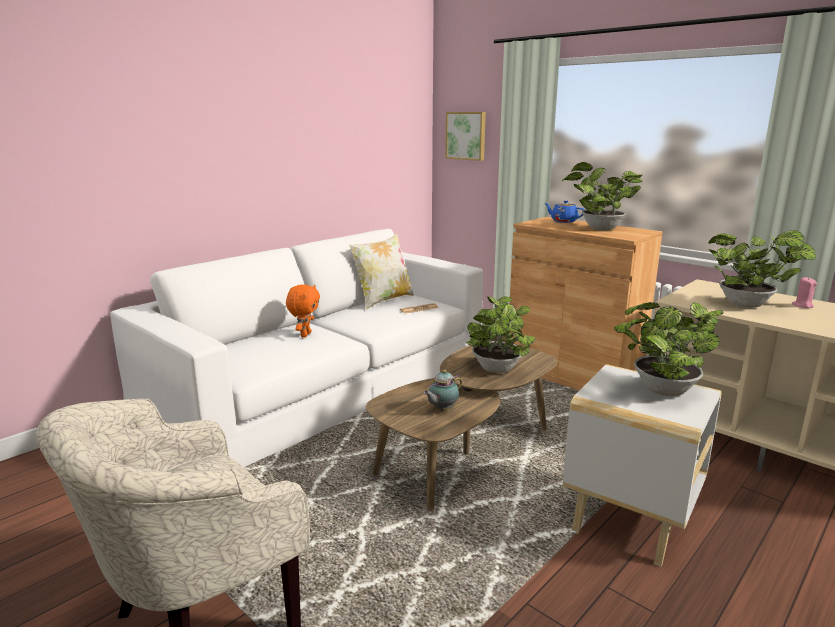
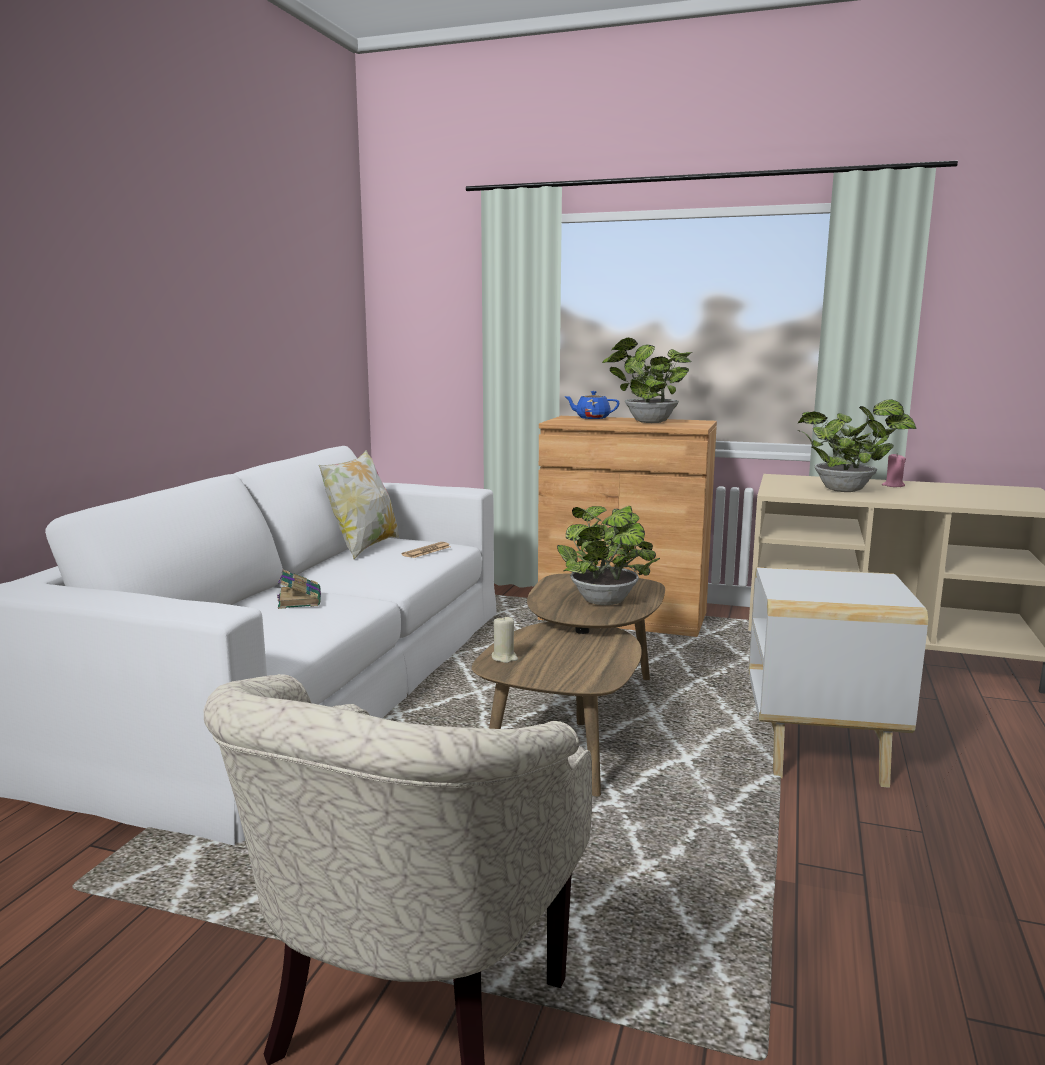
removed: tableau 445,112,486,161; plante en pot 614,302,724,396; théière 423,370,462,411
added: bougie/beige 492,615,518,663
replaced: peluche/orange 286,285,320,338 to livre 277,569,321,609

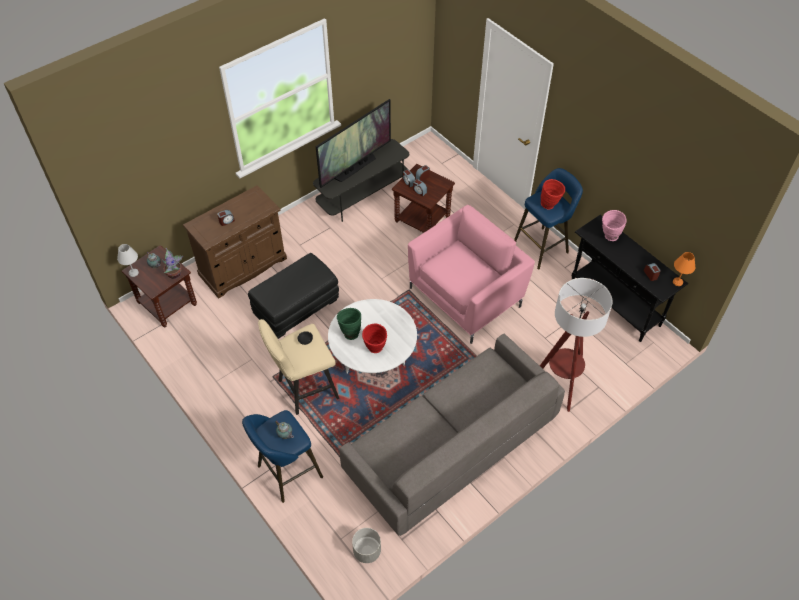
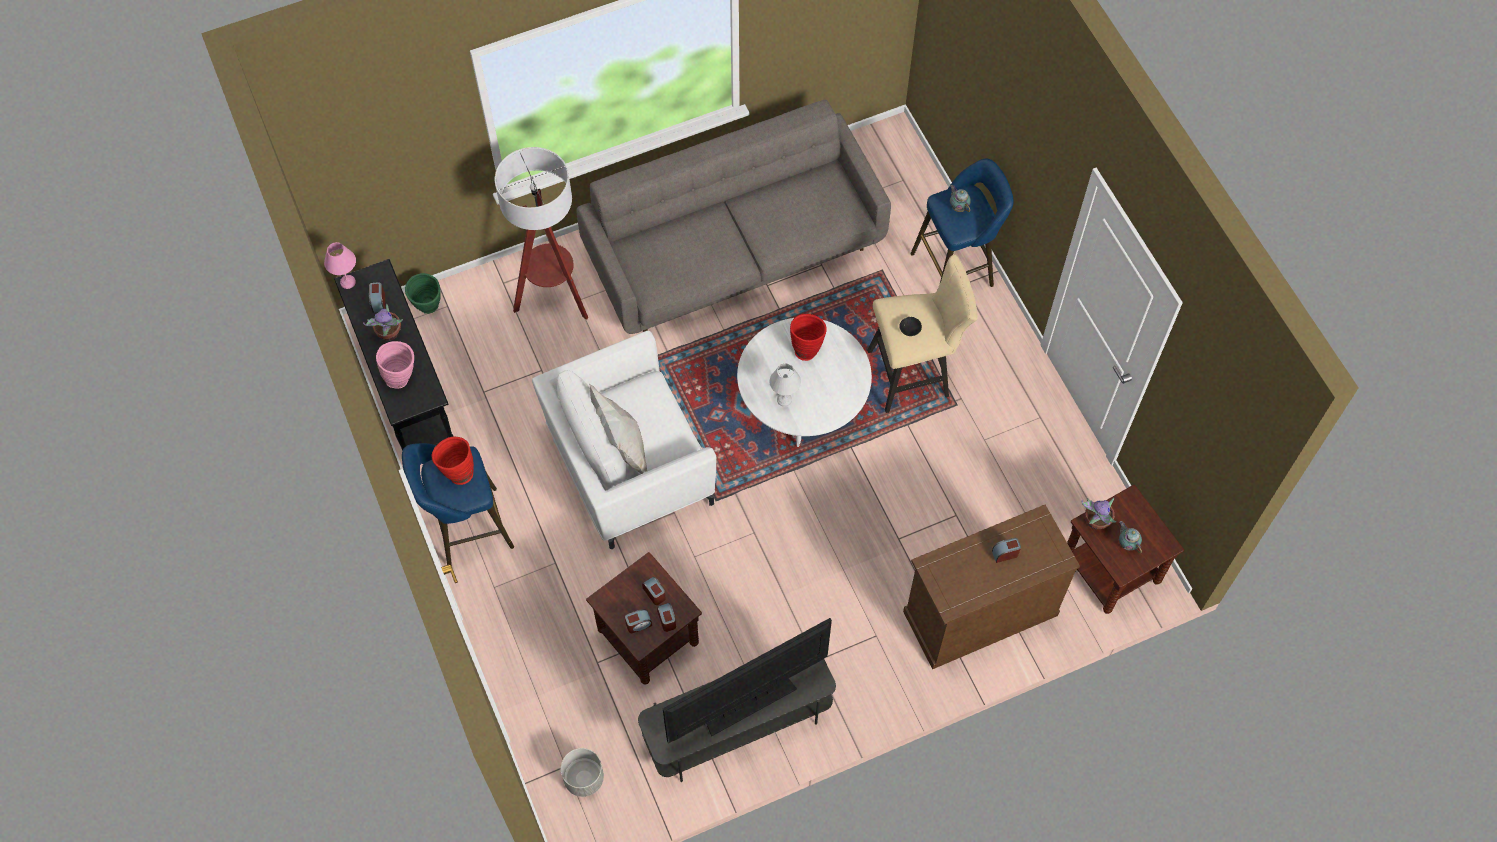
removed: pouf/noir 248,253,339,339
added: plante en pot 363,304,403,341; coussin/blanc 590,385,647,474
moved: lampe de table/blanc 117,244,139,277 to 770,364,801,407; vase/vert 337,308,361,340 to 405,273,441,314; cache-pot/gris 352,528,381,563 to 560,748,604,797
recoloured: fauteuil/rose 408,205,535,344 to fauteuil/blanc 532,331,716,549; lampe de table/orange 673,252,695,286 to lampe de table/rose 324,242,356,289

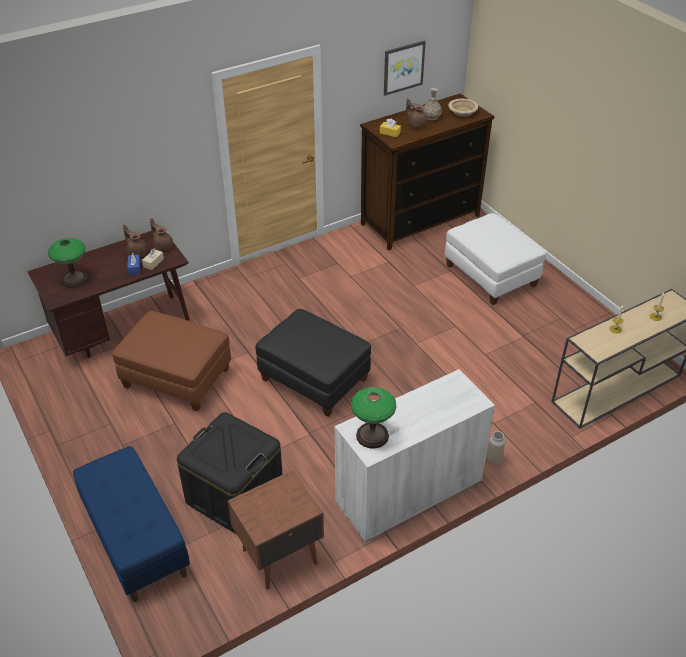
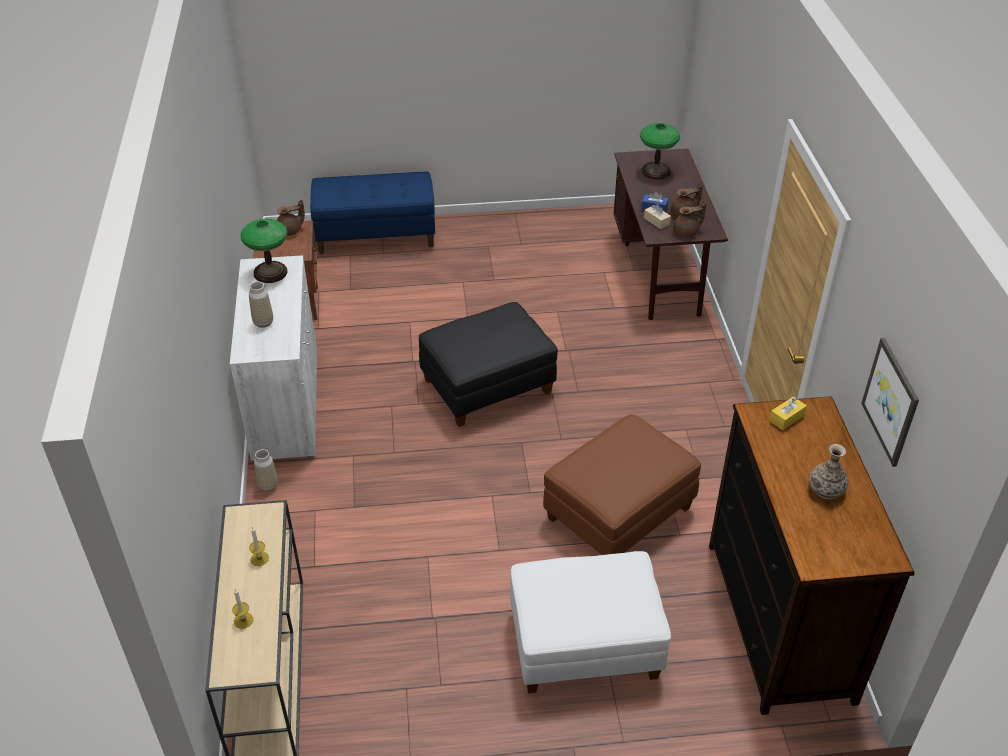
removed: bol/beige 448,99,478,117; boîte de rangement/noir 177,412,283,534
added: vase 249,281,273,328
moved: théière/marron 406,98,427,128 to 277,200,305,236; pouf/marron 112,311,231,411 to 543,414,701,555

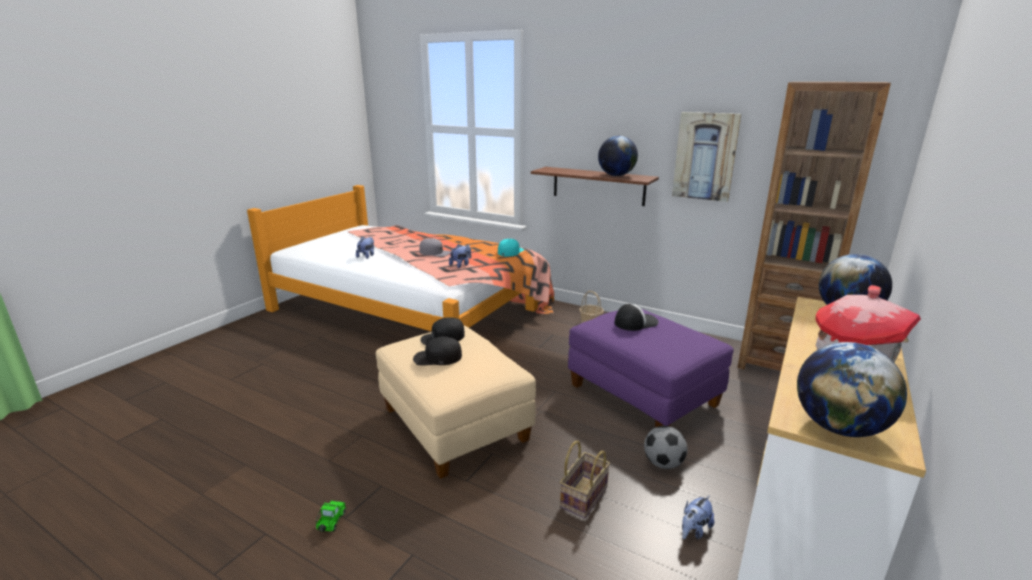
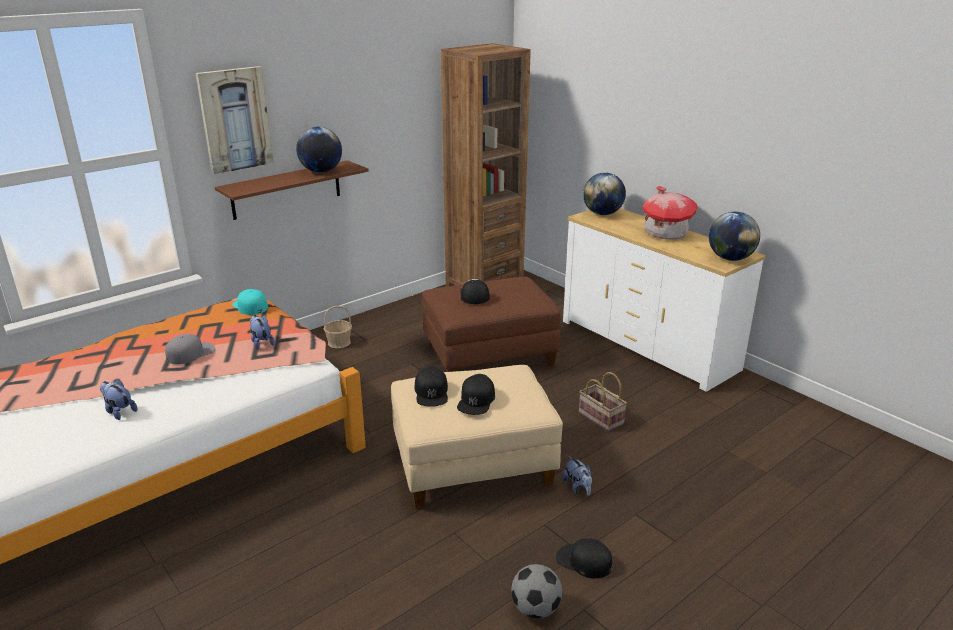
moved: tableau 672,112,741,202 to 196,66,273,174; ballon de foot 644,426,687,469 to 511,564,562,618; peluche 682,495,715,540 to 562,456,592,496
replaced: petite voiture 316,501,347,532 to casquette/noir 556,539,612,579
recoloured: pouf/violet 568,309,734,428 to pouf/marron 422,277,561,372

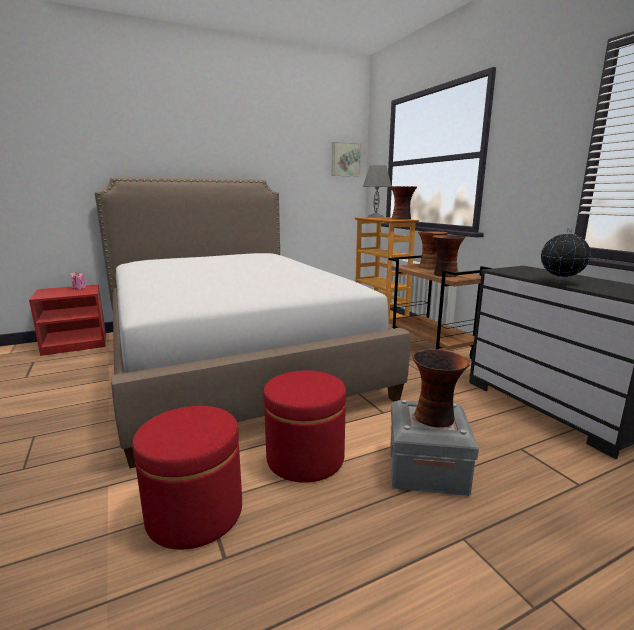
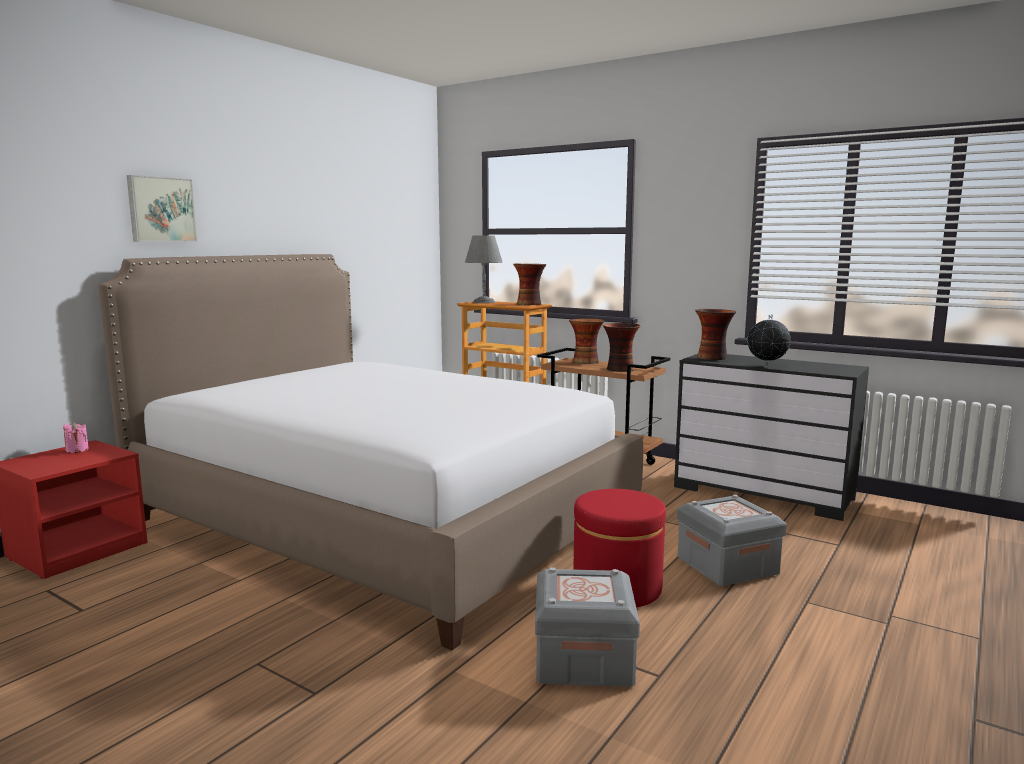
moved: tableau 332,142,361,176 to 127,175,197,242; vase 413,349,470,428 to 695,309,736,360
replaced: pouf/rouge 132,406,242,550 to boîte de rangement/gris 535,567,640,687

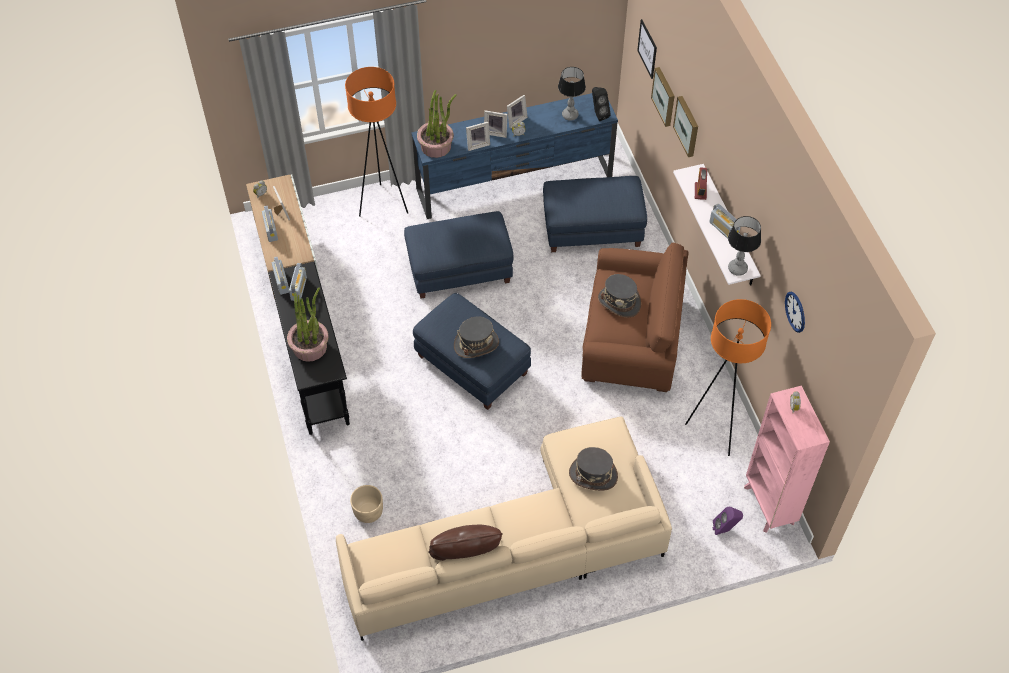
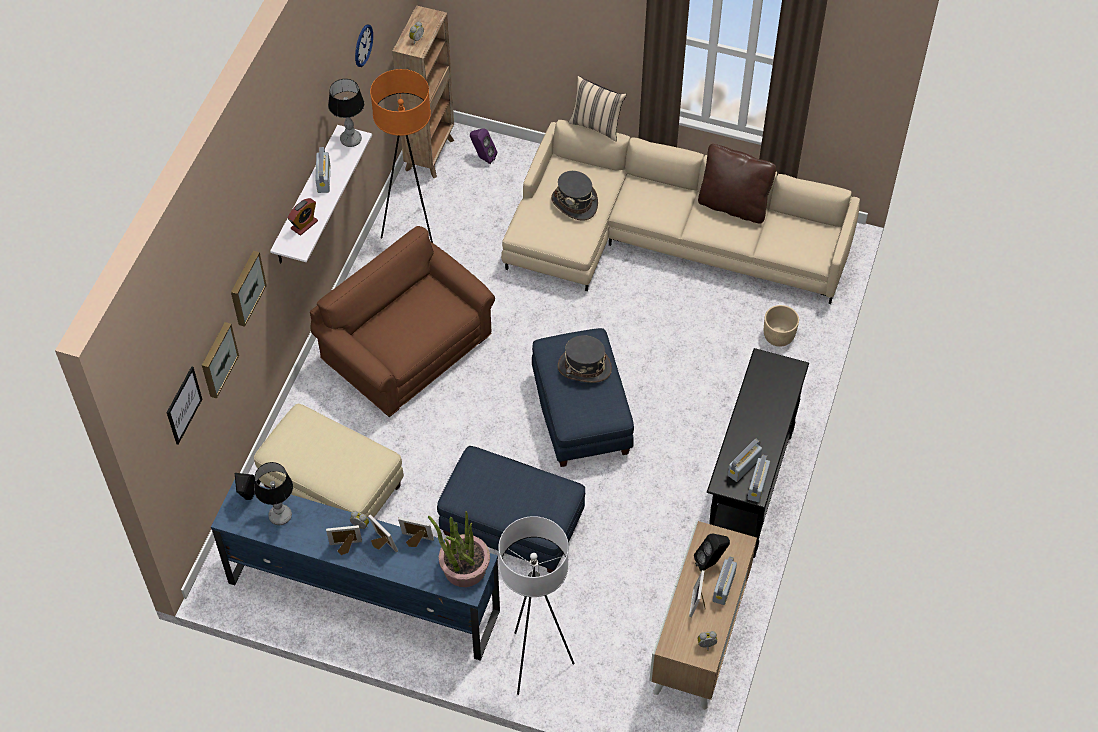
removed: chapeau/gris 598,274,641,318; plante en pot 287,287,329,362
added: coussin/beige 568,76,626,142; enceinte/noir 694,534,730,571
recoloured: lampadaire/orange 345,67,408,217 to lampadaire/blanc 498,516,575,695; pouf/bleu 543,176,647,252 to pouf/beige 254,404,404,518; bibliothèque/rose 744,386,830,533 to bibliothèque/marron 392,5,454,178

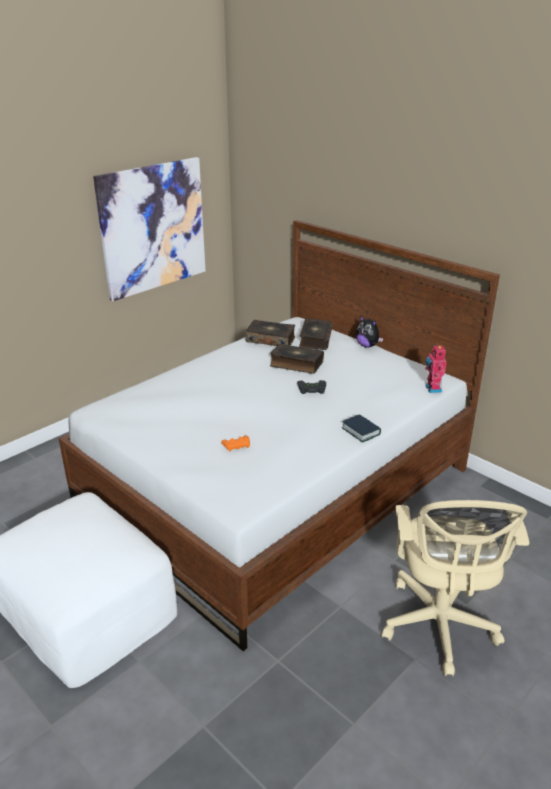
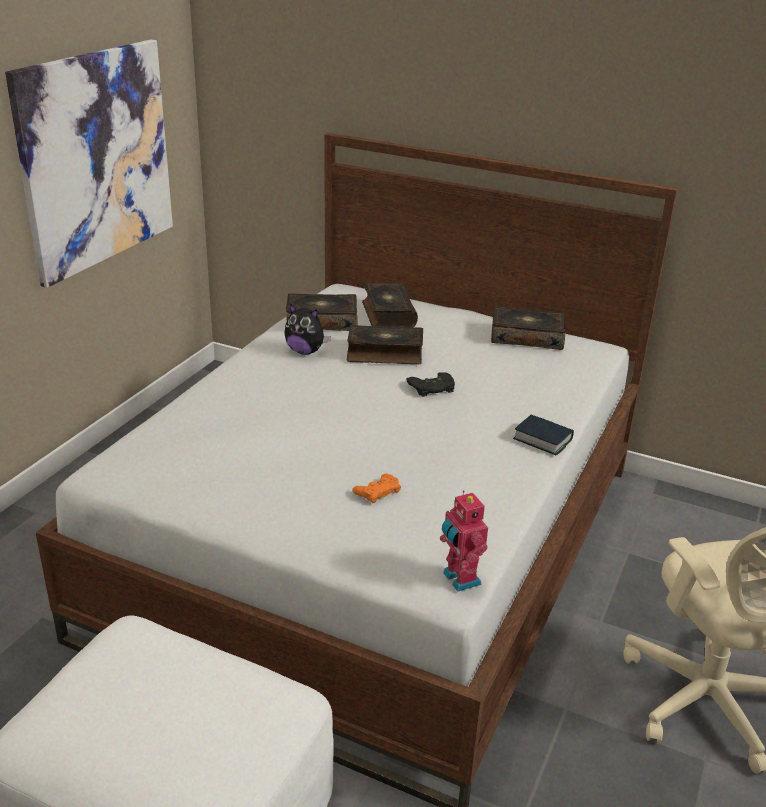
added: livre 491,306,565,350
moved: peluche 356,316,383,348 to 284,304,331,355; robot jouet 425,344,447,393 to 440,490,488,592

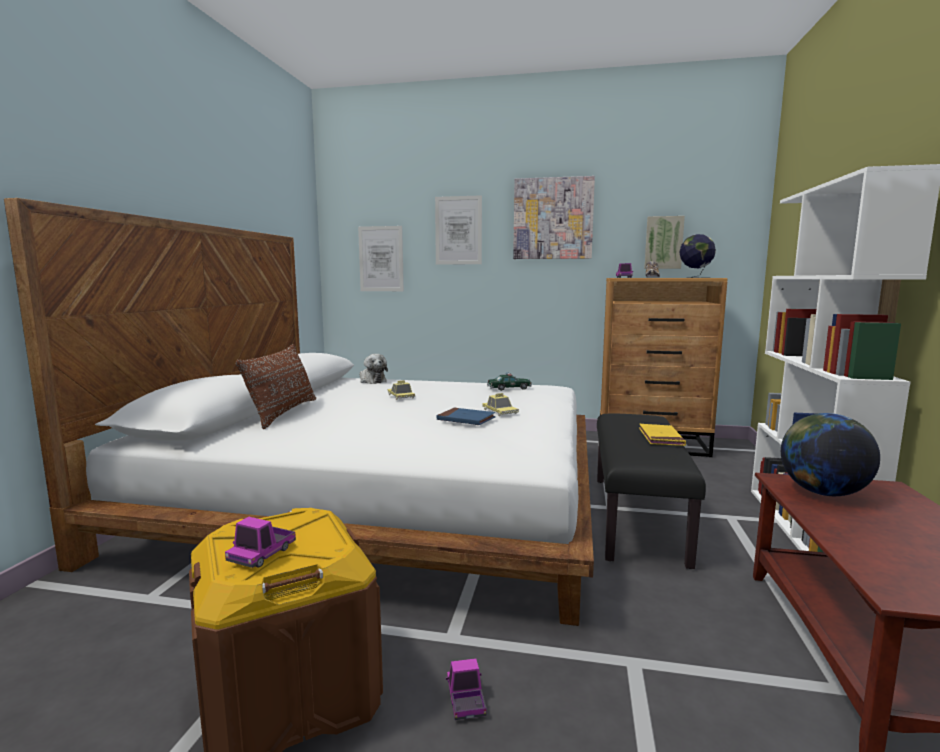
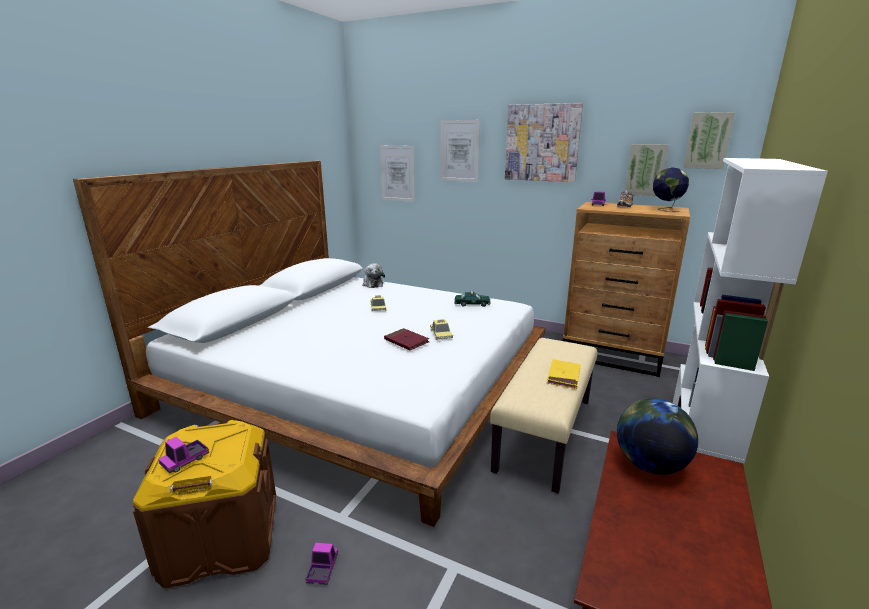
removed: coussin/marron 236,344,316,429
added: tableau 684,112,735,169
recoloured: livre/bleu 437,407,496,425 to livre/rouge 384,328,429,350; banc/noir 597,413,706,569 to banc/beige 490,338,597,493

